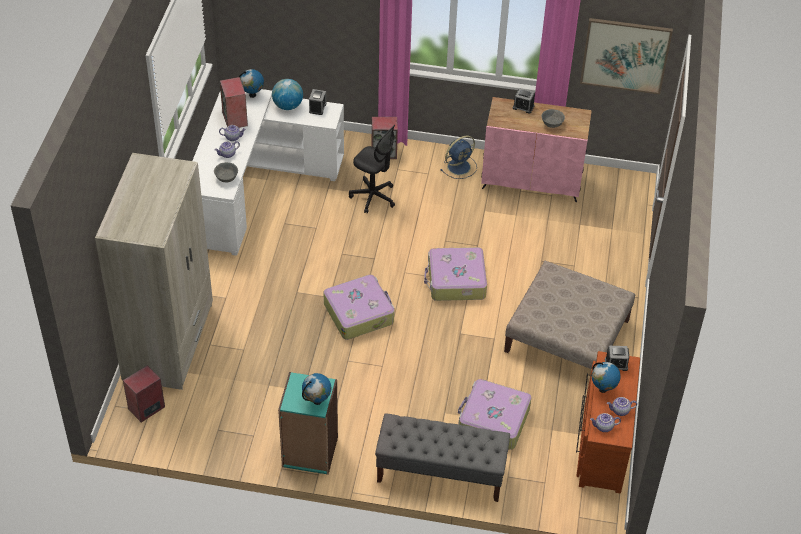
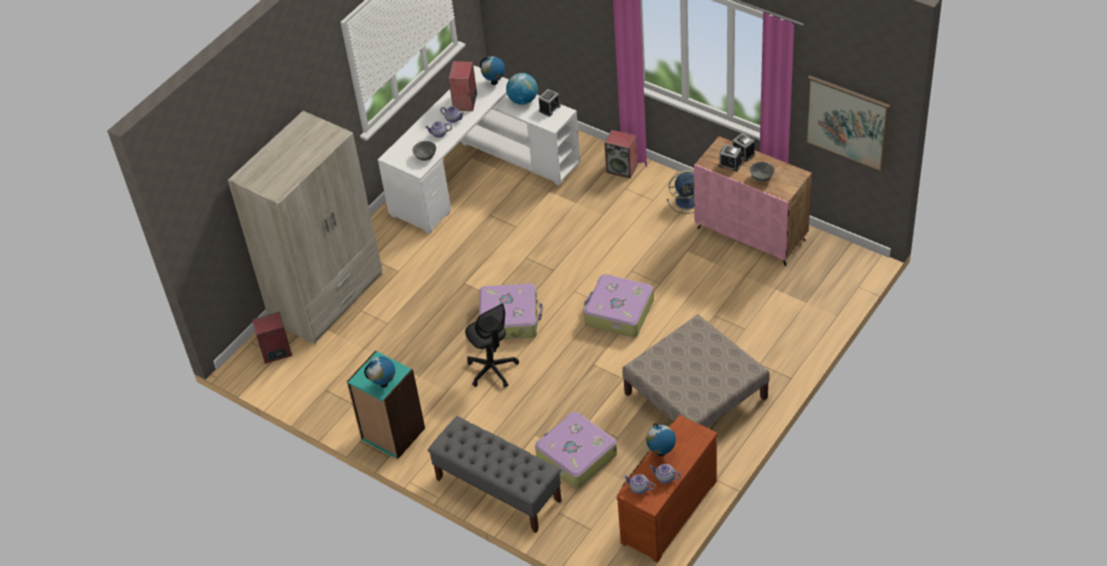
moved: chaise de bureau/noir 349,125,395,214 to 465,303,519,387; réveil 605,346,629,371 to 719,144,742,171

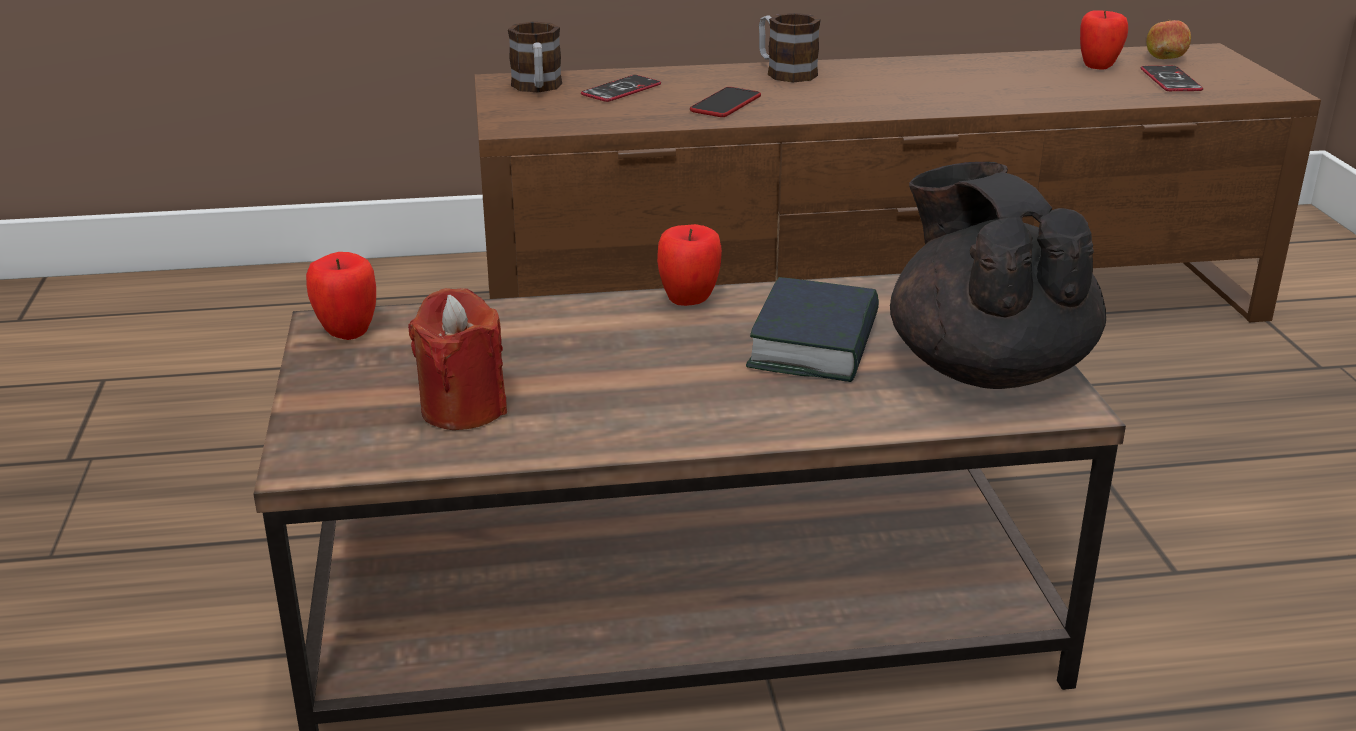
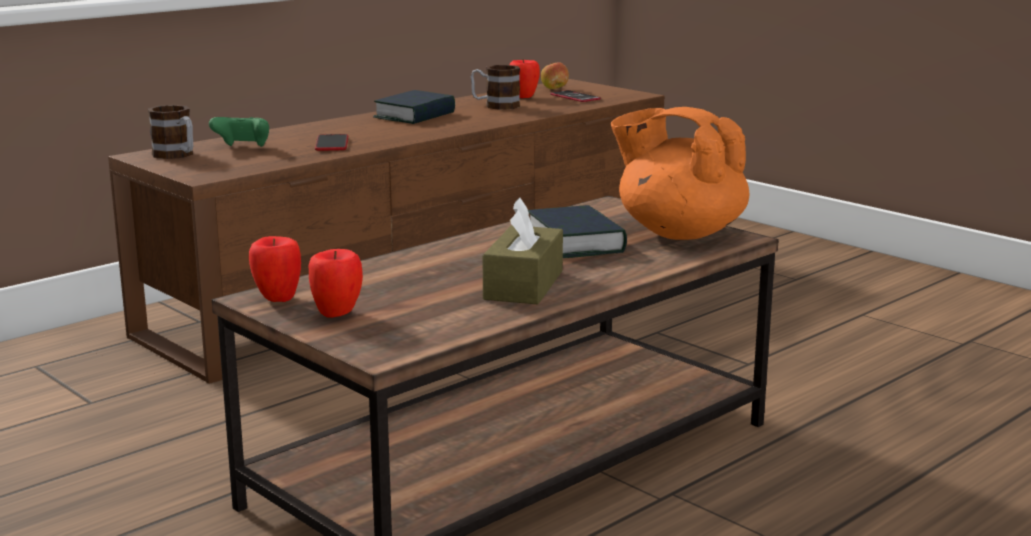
removed: bougie/rouge 408,288,507,430
added: livre 373,90,455,124; boîte à mouchoirs/marron 483,197,563,304
moved: mug 759,13,821,82 to 471,65,520,110; pomme 657,224,722,306 to 309,249,363,318
replaced: téléphone 581,75,661,102 to manette/vert 209,117,269,147
recoloured: théière/noir 890,162,1106,389 to théière/orange 610,107,749,240

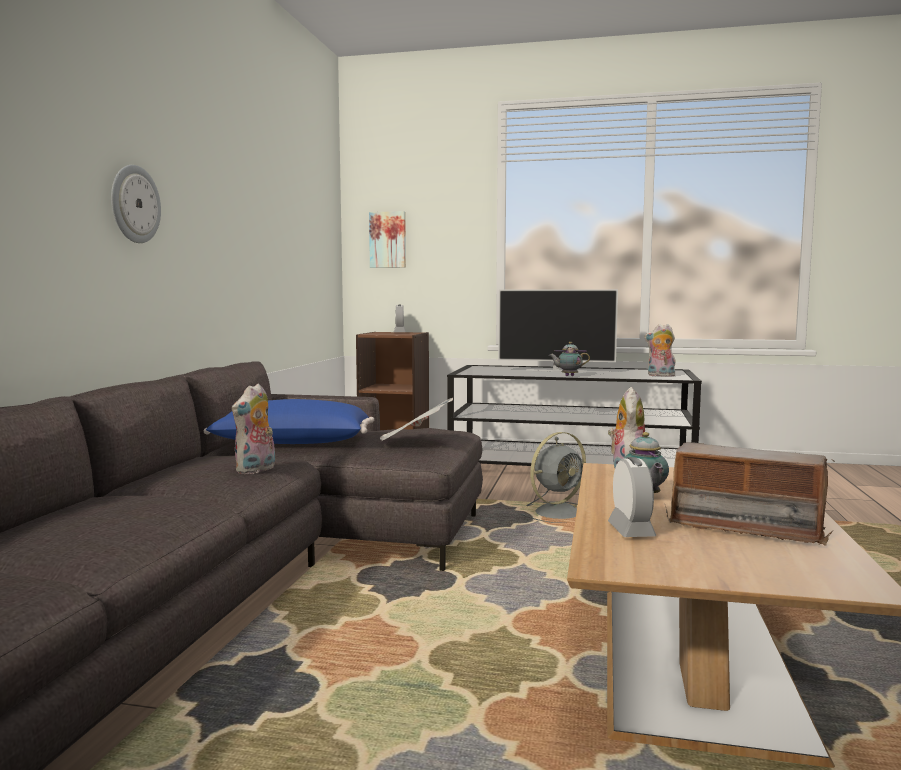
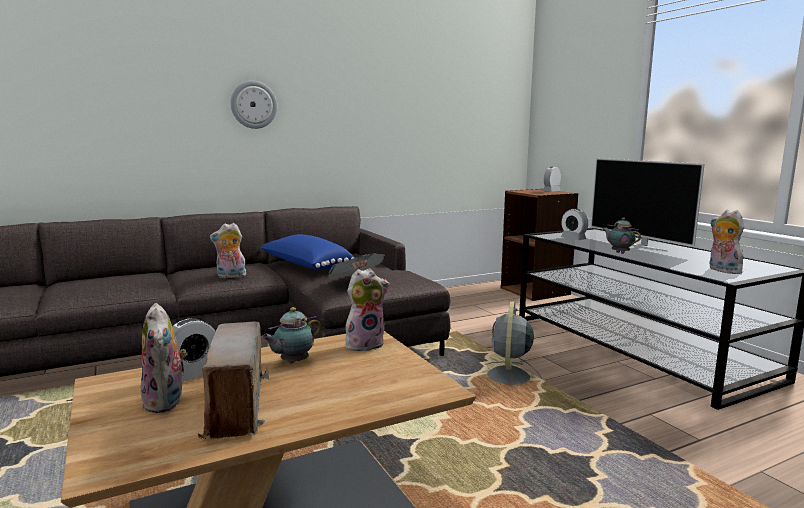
removed: tableau 369,211,406,268
added: réveil 561,209,588,240; peluche 141,303,187,413
turned: ventilateur/gris 521,432,586,523 = 482,301,543,385 90 degrees clockwise

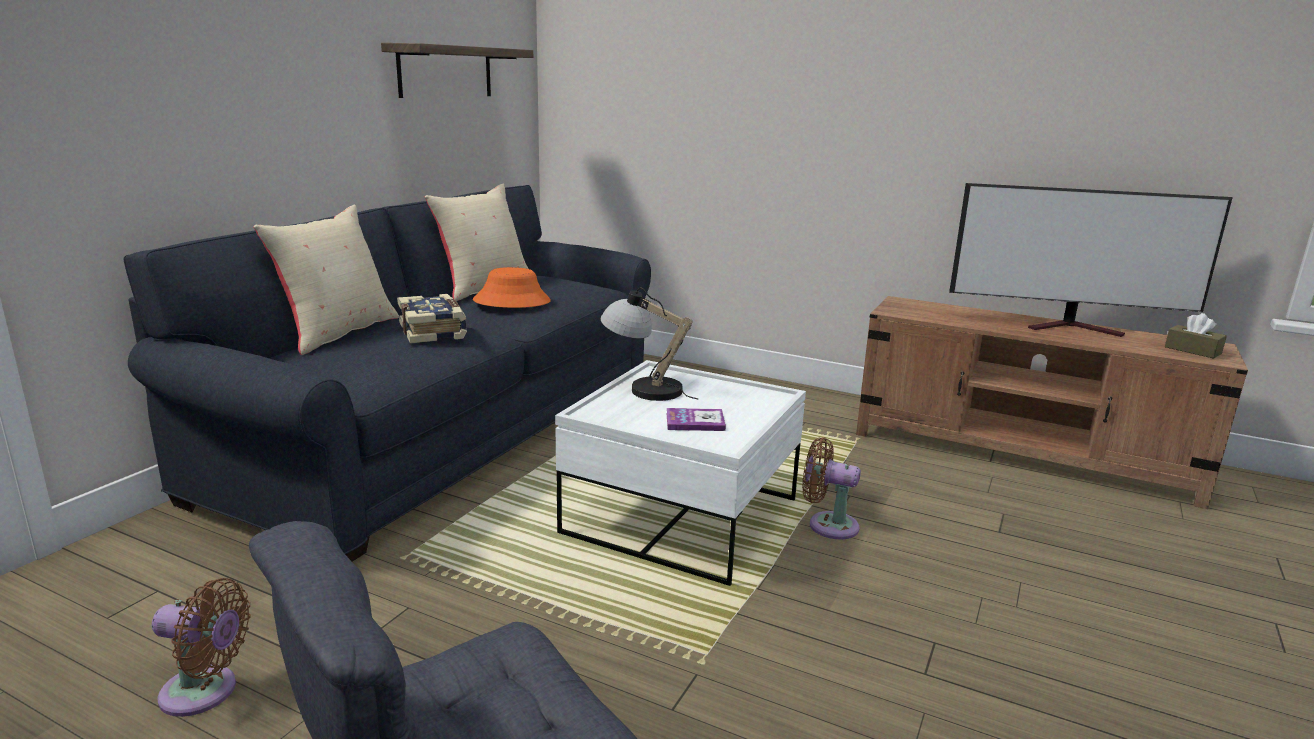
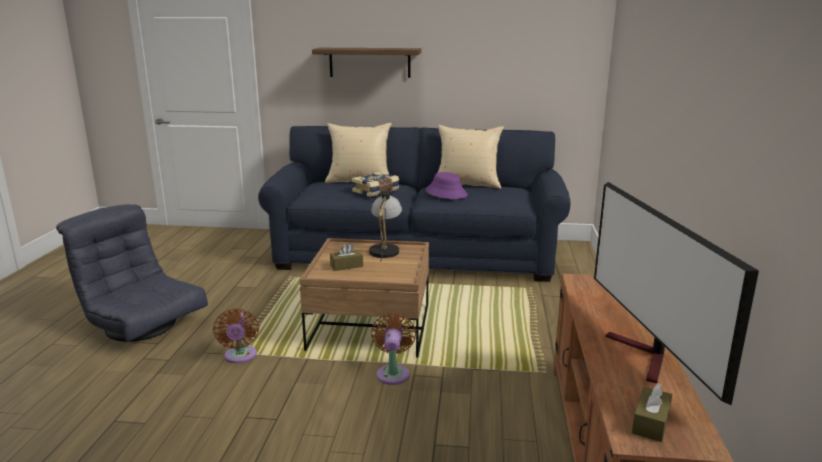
moved: étagère 381,43,533,98 to 312,48,421,78; ventilateur/marron 152,578,251,717 to 213,308,259,363
replaced: livre 666,408,726,431 to boîte à mouchoirs/marron 330,243,363,271
recoloured: chapeau/orange 473,267,551,308 to chapeau/violet 426,172,468,199; table basse/blanc 555,360,806,586 to table basse/marron 299,238,429,358

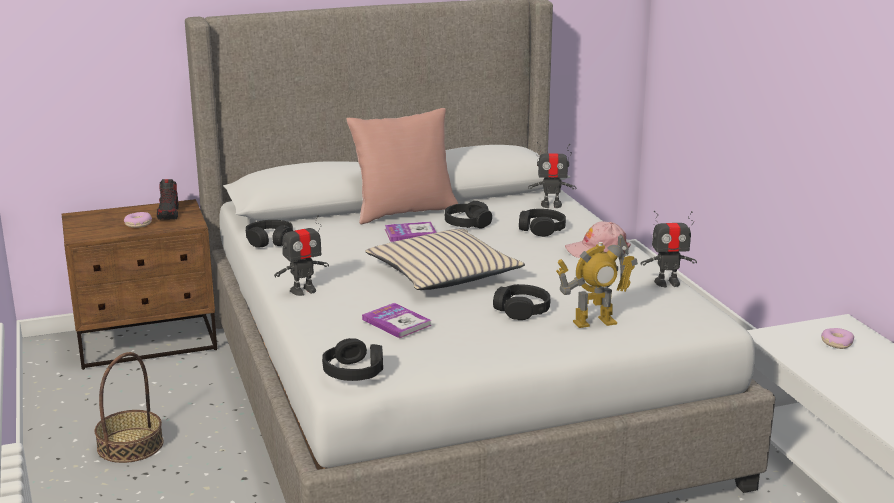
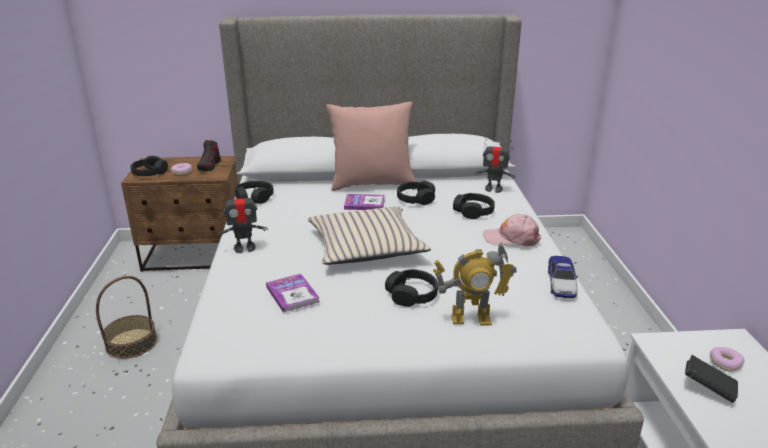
added: livre/noir 685,355,738,403
moved: casque audio/noir 322,338,383,381 to 131,156,168,176
replaced: robot jouet 640,211,697,287 to petite voiture 548,256,578,298

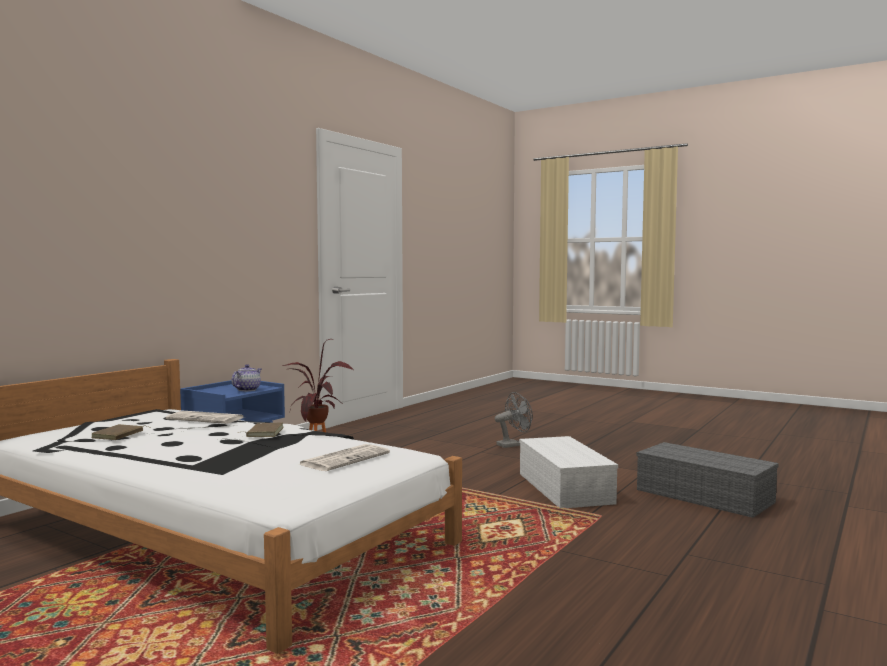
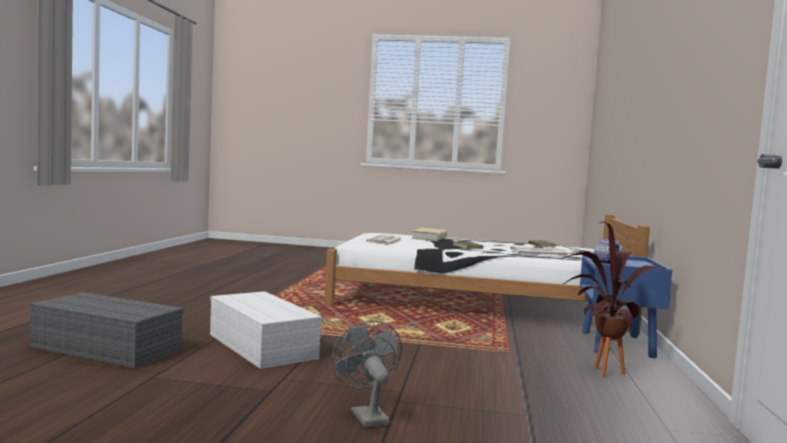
added: livre/beige 412,228,447,241
turned: ventilateur/gris 495,392,533,448 = 331,320,402,428 120 degrees clockwise

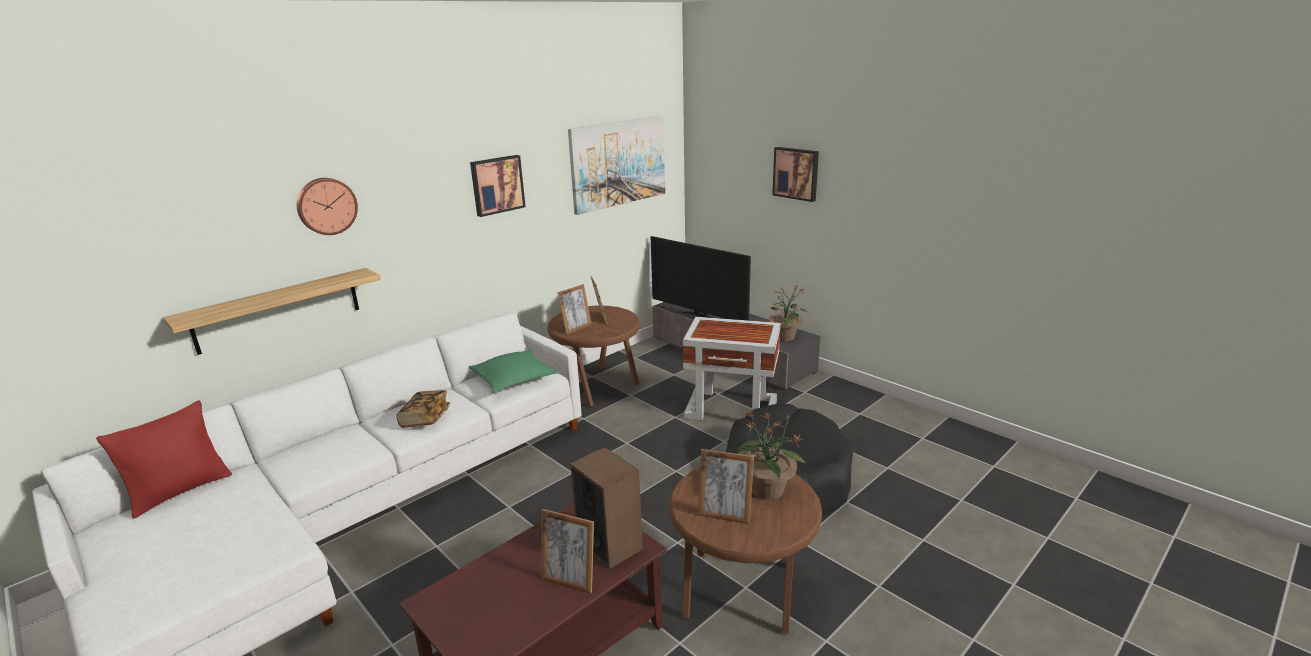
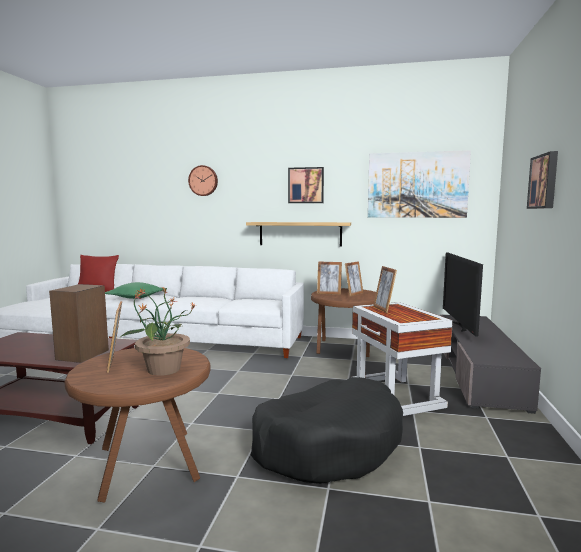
removed: plante en pot 768,285,807,341; livre 396,390,450,428
moved: étagère 163,268,381,355 to 246,222,351,246; coussin/vert 469,349,558,393 to 105,282,167,299; cadre photo 541,509,594,594 to 373,266,397,313

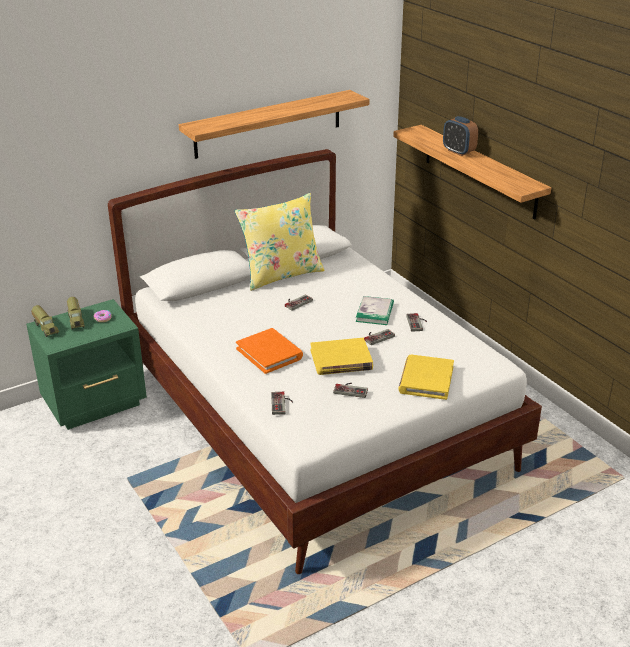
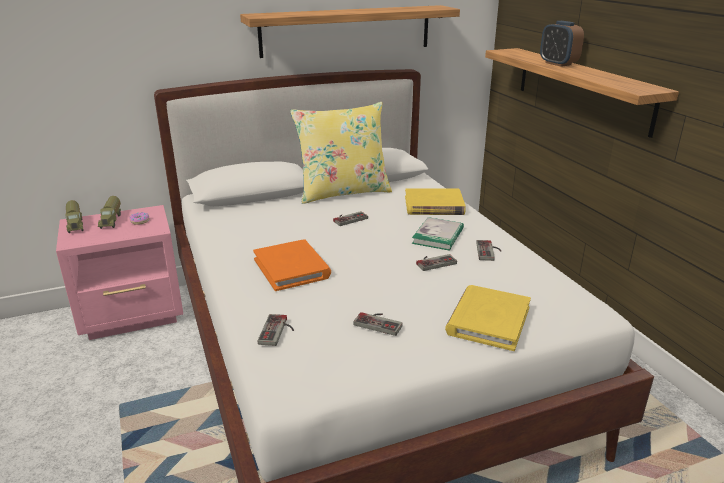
moved: livre/jaune 310,338,373,375 to 405,188,466,215
recoloured: table de chevet/vert 26,299,147,430 to table de chevet/rose 56,205,183,340

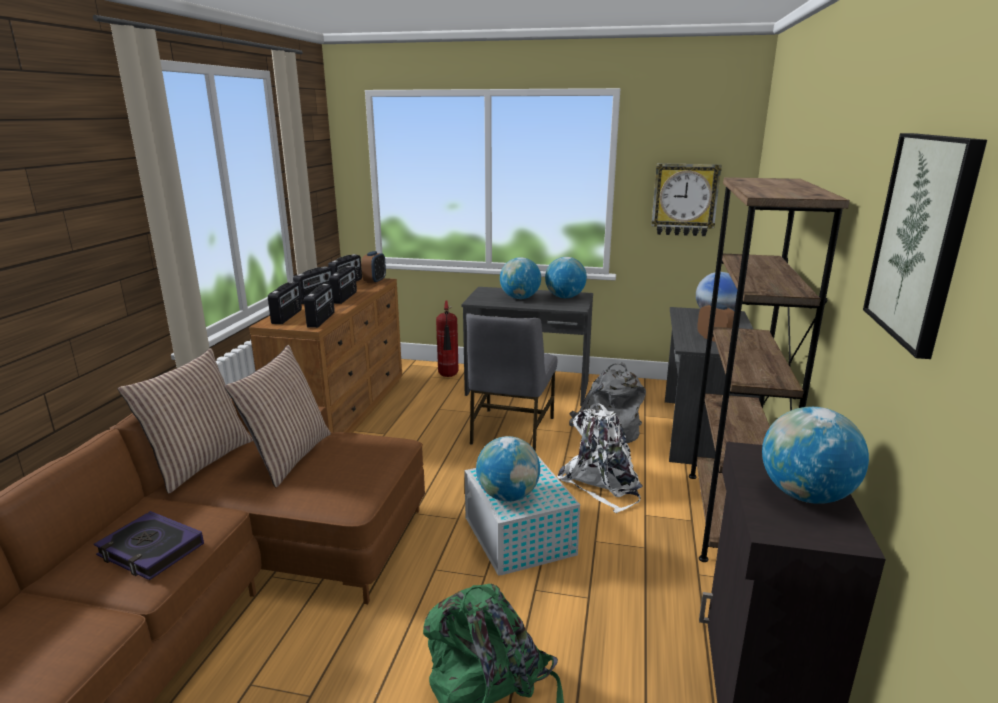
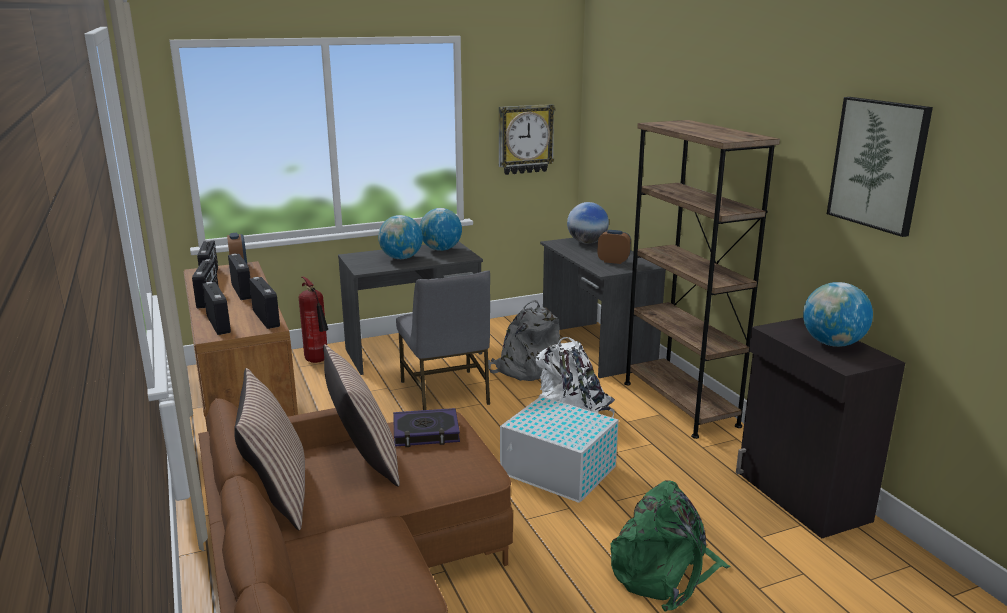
removed: globe 476,436,540,502
moved: livre 94,511,204,580 to 393,408,460,447

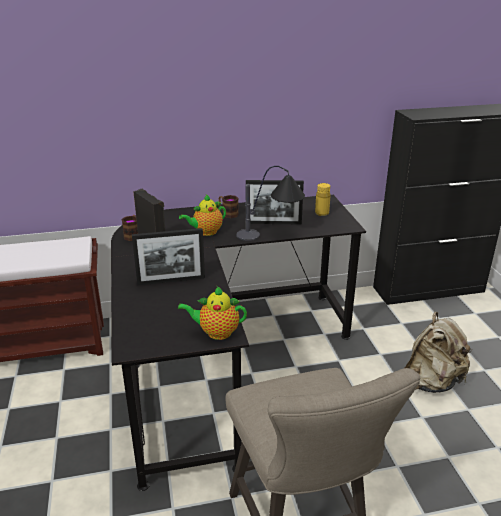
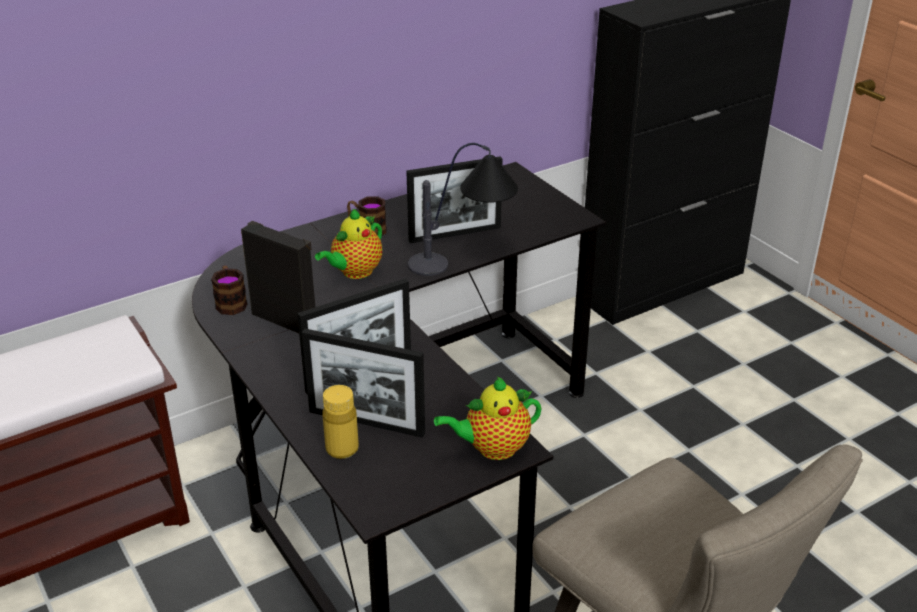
removed: sac à dos/beige 405,312,473,393
added: cadre photo 302,329,425,438
moved: bouteille/jaune 315,183,331,216 to 322,385,359,459

